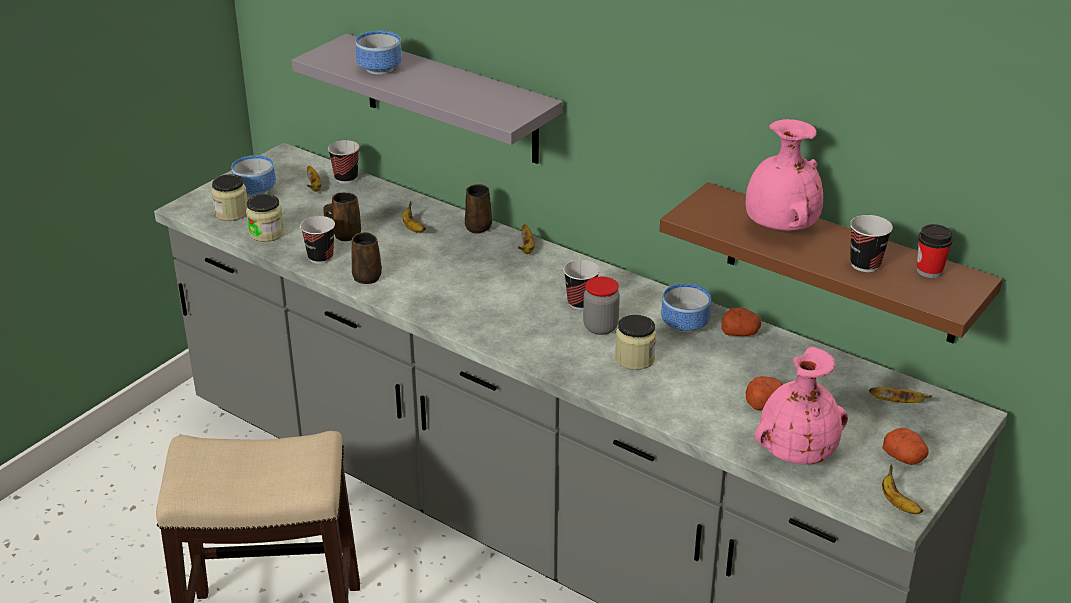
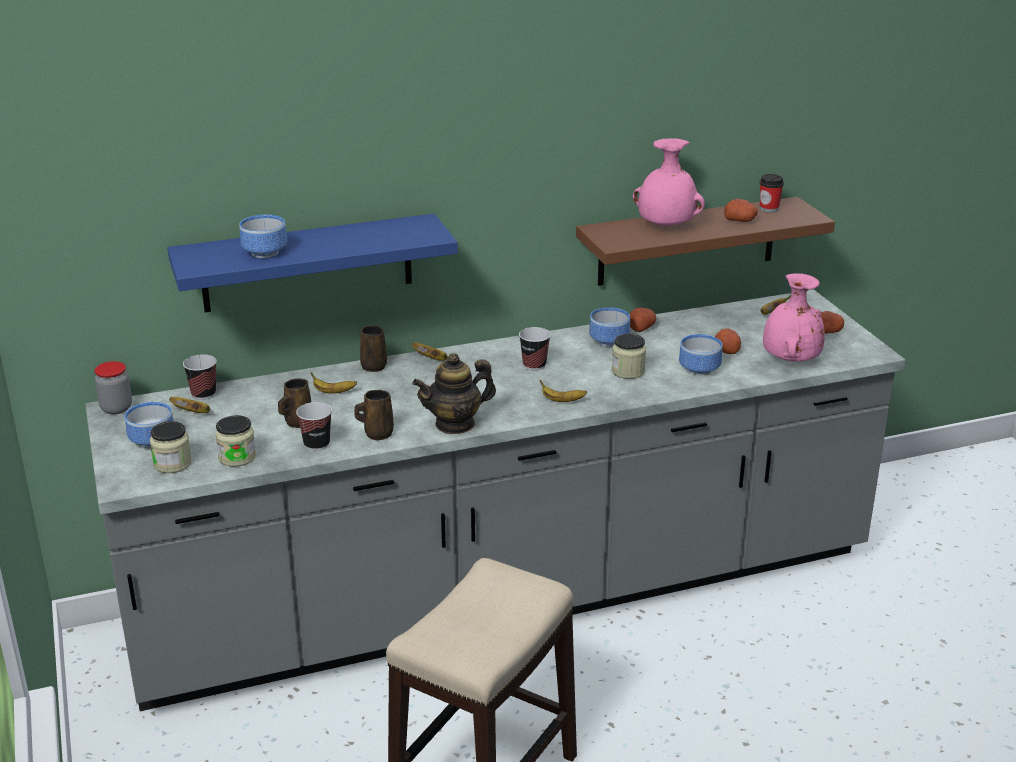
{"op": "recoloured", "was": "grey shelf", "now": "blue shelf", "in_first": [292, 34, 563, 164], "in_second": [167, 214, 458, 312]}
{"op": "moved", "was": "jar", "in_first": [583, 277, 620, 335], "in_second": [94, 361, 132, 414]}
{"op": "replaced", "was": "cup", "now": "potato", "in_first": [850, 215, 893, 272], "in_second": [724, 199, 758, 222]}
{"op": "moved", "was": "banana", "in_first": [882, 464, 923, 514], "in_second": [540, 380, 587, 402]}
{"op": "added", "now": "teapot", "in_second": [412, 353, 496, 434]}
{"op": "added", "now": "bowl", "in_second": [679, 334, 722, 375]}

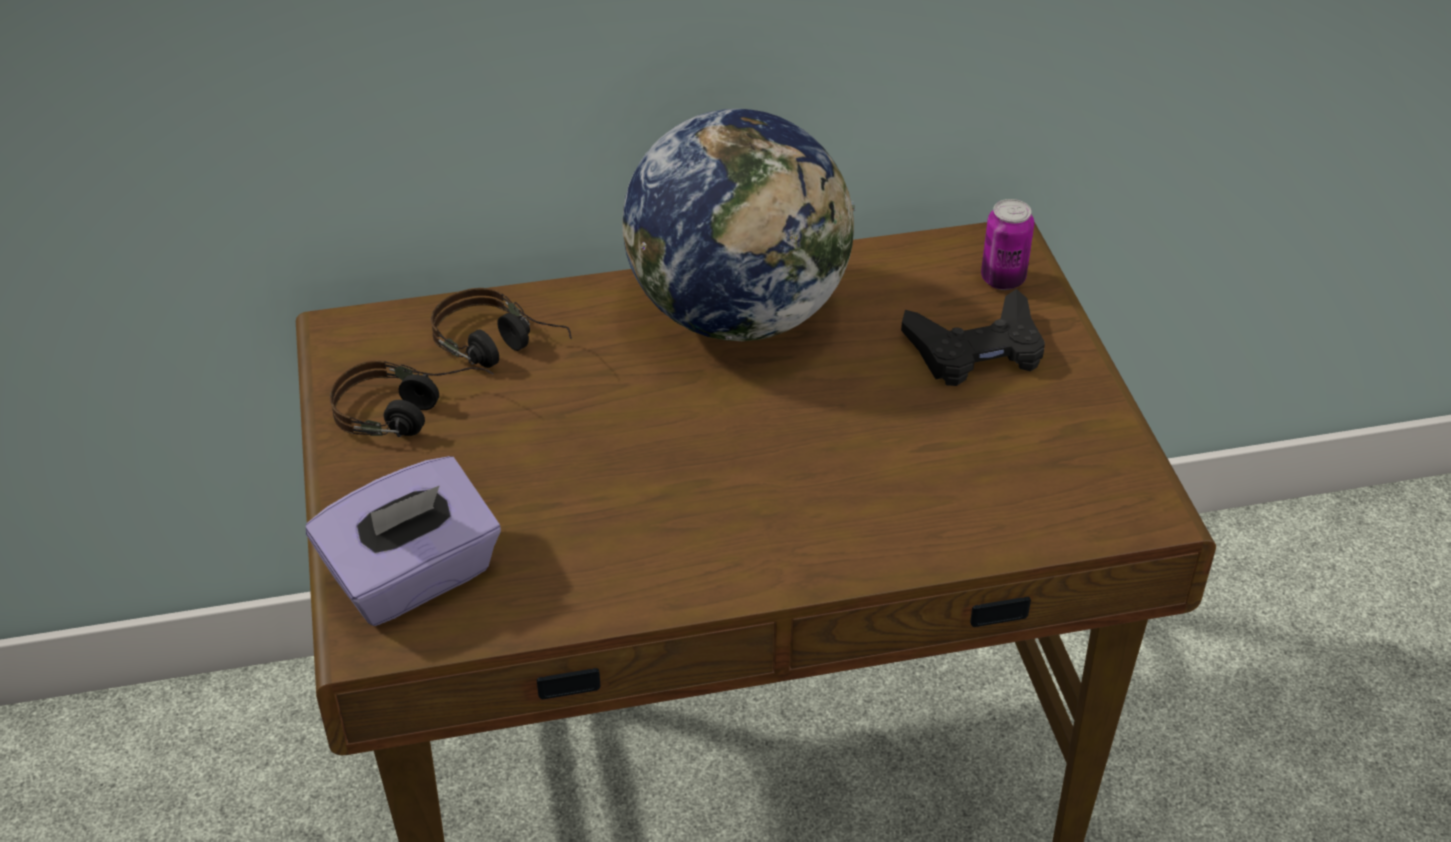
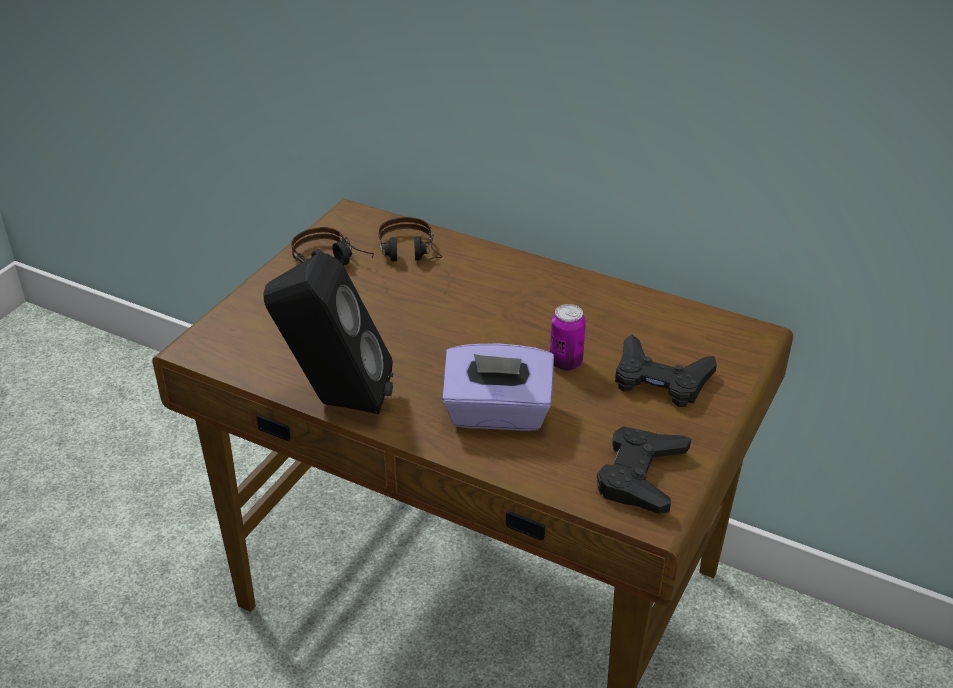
{"op": "moved", "was": "purple tissue box", "in_first": [306, 456, 501, 626], "in_second": [442, 344, 554, 431]}
{"op": "removed", "was": "globe", "in_first": [622, 109, 855, 341]}
{"op": "moved", "was": "can", "in_first": [981, 199, 1034, 290], "in_second": [550, 304, 586, 371]}
{"op": "added", "now": "black speaker", "in_second": [264, 252, 393, 414]}
{"op": "added", "now": "black game controller", "in_second": [596, 426, 691, 514]}

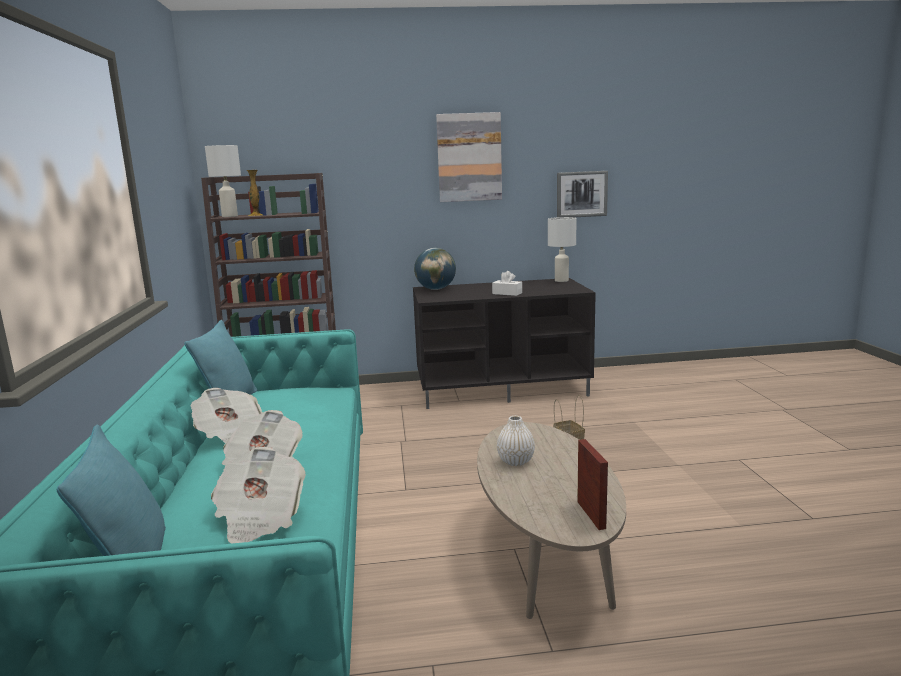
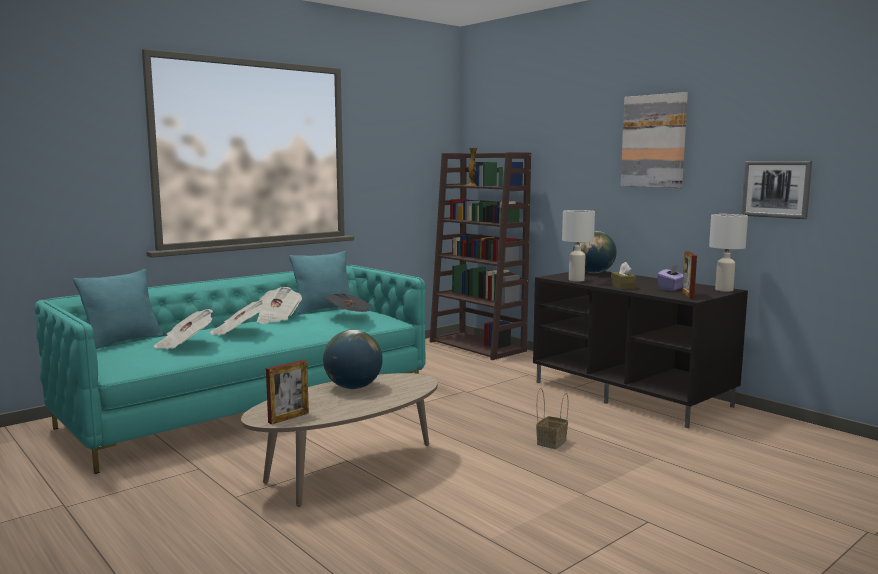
{"op": "moved", "was": "white table lamp", "in_first": [205, 145, 241, 217], "in_second": [562, 210, 595, 282]}
{"op": "recoloured", "was": "white tissue box", "now": "brown tissue box", "in_first": [492, 271, 522, 296], "in_second": [611, 262, 636, 289]}
{"op": "replaced", "was": "white vase", "now": "globe", "in_first": [497, 416, 535, 466], "in_second": [323, 330, 383, 389]}
{"op": "added", "now": "newspaper", "in_second": [325, 293, 371, 312]}
{"op": "added", "now": "purple tissue box", "in_second": [657, 265, 683, 291]}
{"op": "added", "now": "picture frame", "in_second": [682, 251, 697, 299]}

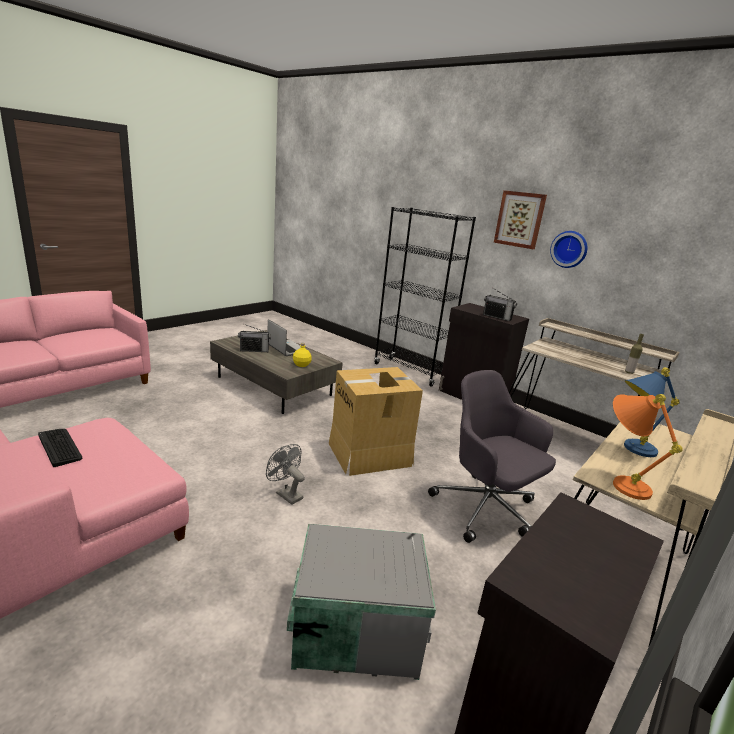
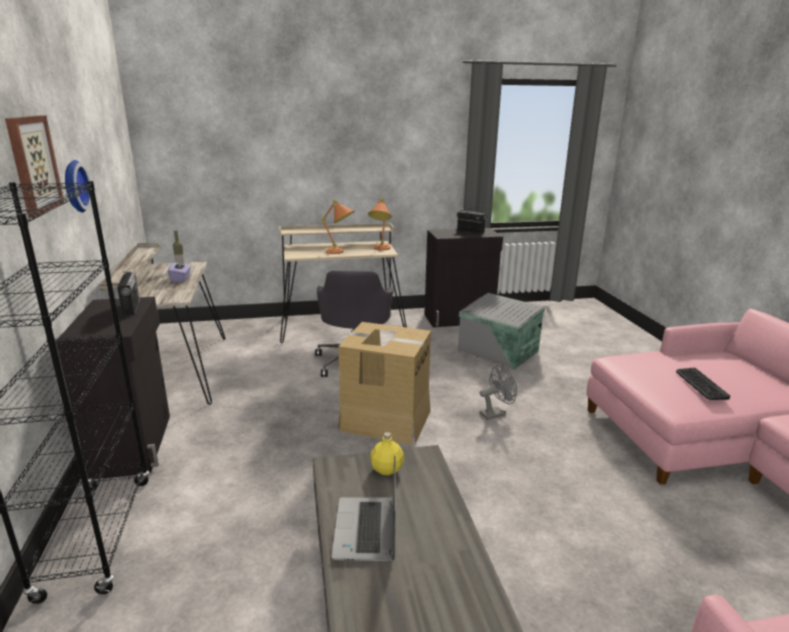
{"op": "moved", "was": "radio", "in_first": [238, 324, 271, 352], "in_second": [457, 205, 487, 233]}
{"op": "turned", "was": "grey fan", "in_first": [266, 444, 305, 505], "in_second": [480, 366, 517, 420], "clockwise": -105}
{"op": "recoloured", "was": "blue table lamp", "now": "orange table lamp", "in_first": [624, 367, 680, 457], "in_second": [321, 200, 354, 254]}
{"op": "added", "now": "purple tissue box", "in_second": [168, 259, 191, 282]}

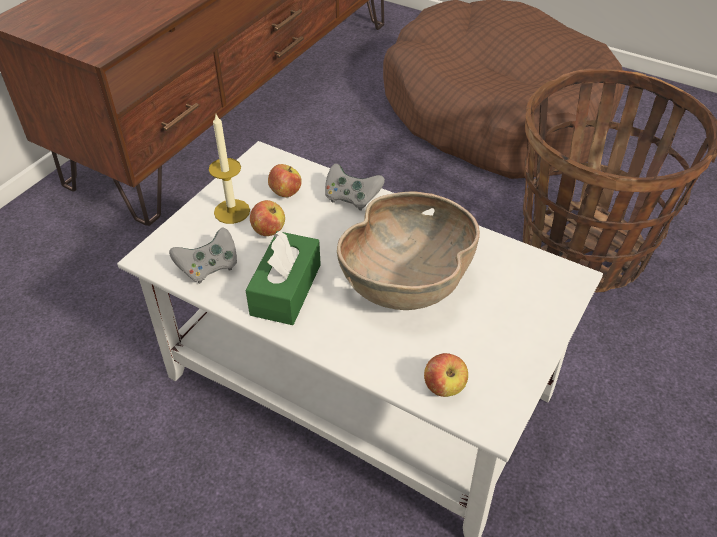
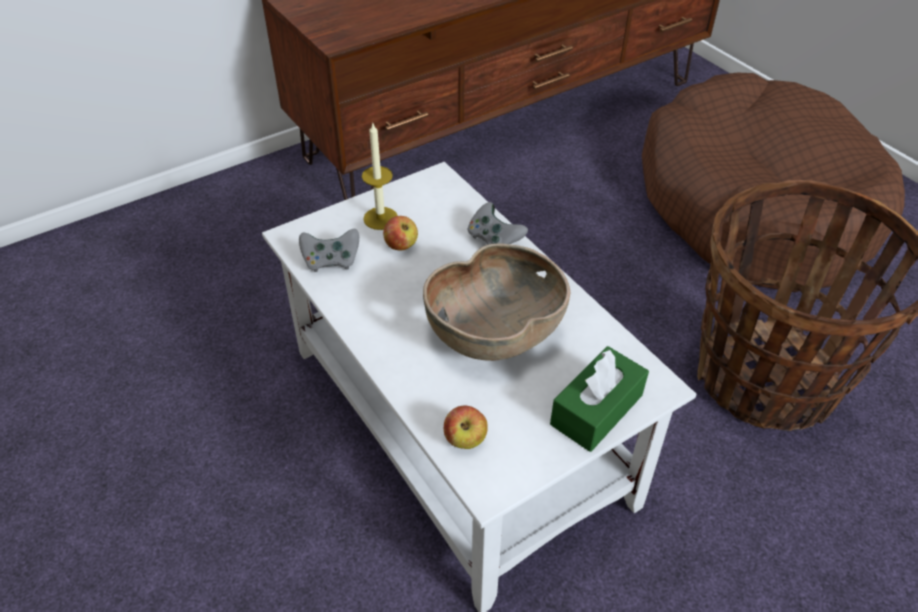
{"op": "moved", "was": "green tissue box", "in_first": [246, 231, 321, 325], "in_second": [550, 346, 649, 452]}
{"op": "removed", "was": "apple", "in_first": [268, 164, 302, 197]}

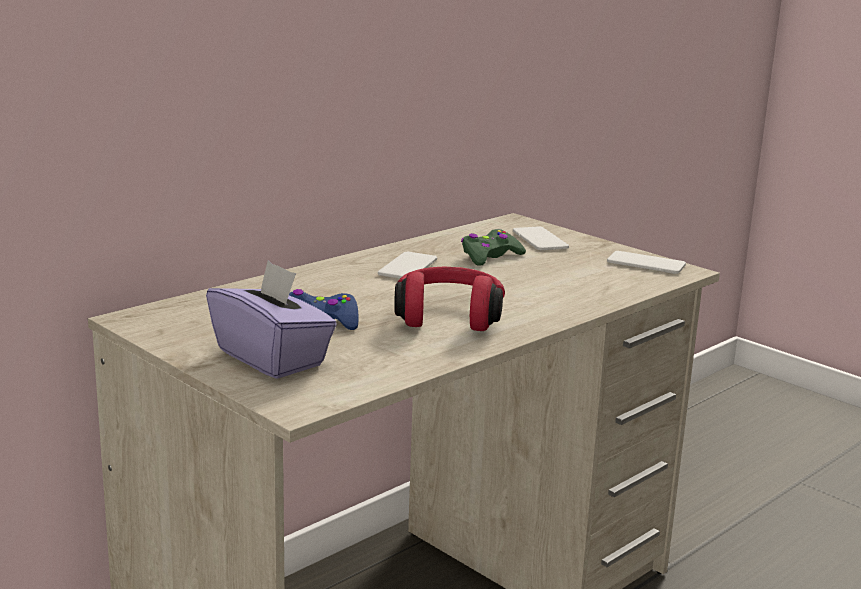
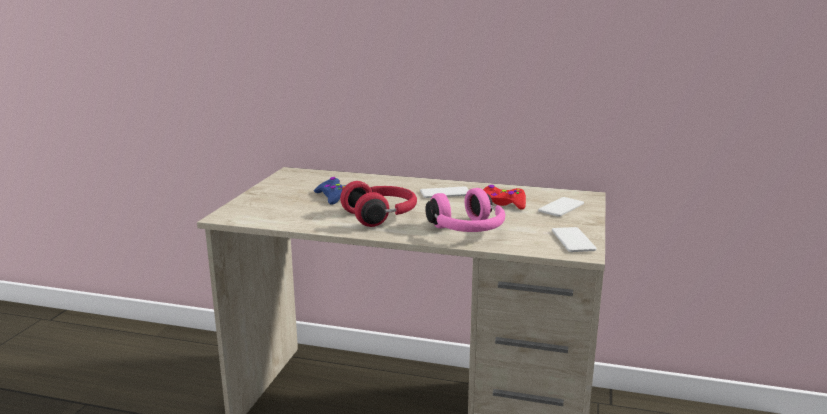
{"op": "removed", "was": "purple tissue box", "in_first": [206, 260, 337, 379]}
{"op": "recoloured", "was": "green game controller", "now": "red game controller", "in_first": [461, 229, 526, 266], "in_second": [483, 185, 526, 209]}
{"op": "added", "now": "pink headphones", "in_second": [425, 188, 505, 232]}

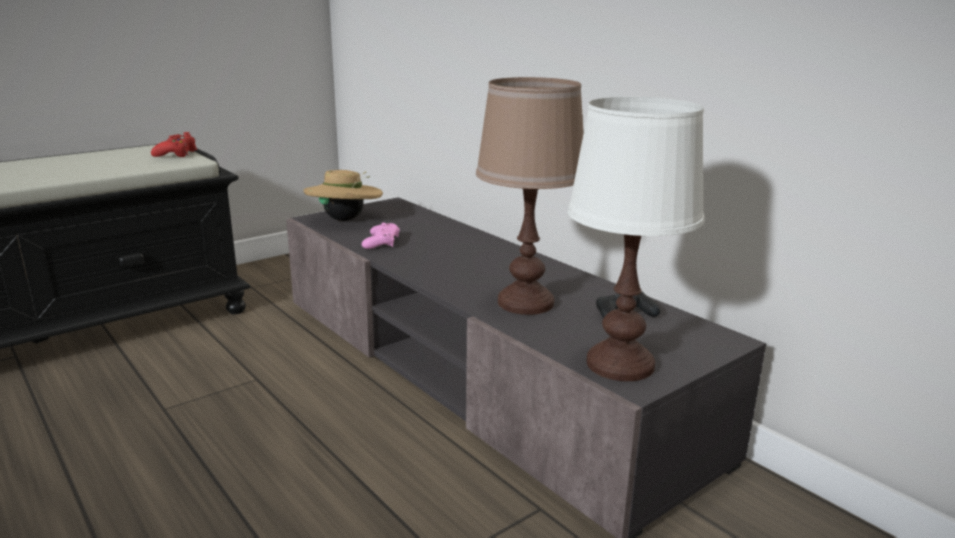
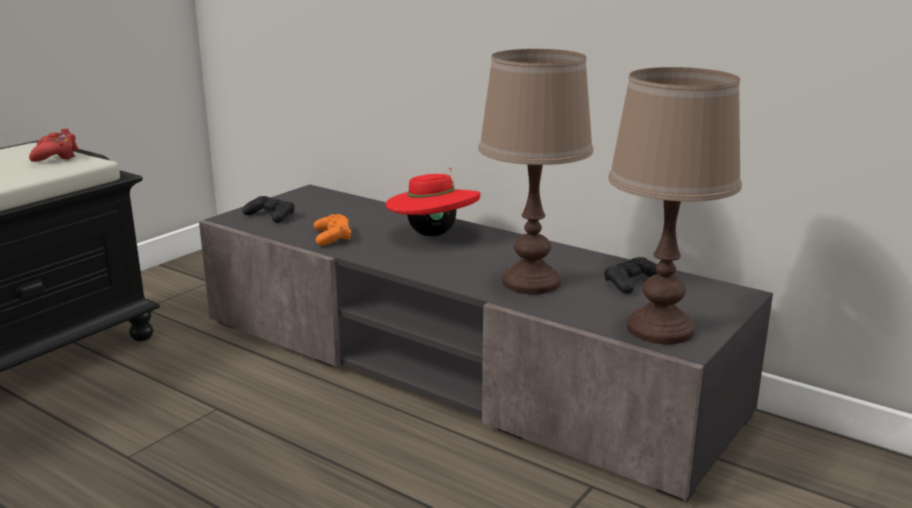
{"op": "replaced", "was": "beige hat", "now": "black game controller", "in_first": [303, 170, 383, 221], "in_second": [242, 196, 295, 223]}
{"op": "recoloured", "was": "pink game controller", "now": "orange game controller", "in_first": [362, 223, 400, 249], "in_second": [314, 214, 351, 245]}
{"op": "recoloured", "was": "white table lamp", "now": "brown table lamp", "in_first": [567, 97, 704, 381], "in_second": [608, 67, 742, 345]}
{"op": "added", "now": "red hat", "in_second": [386, 168, 480, 236]}

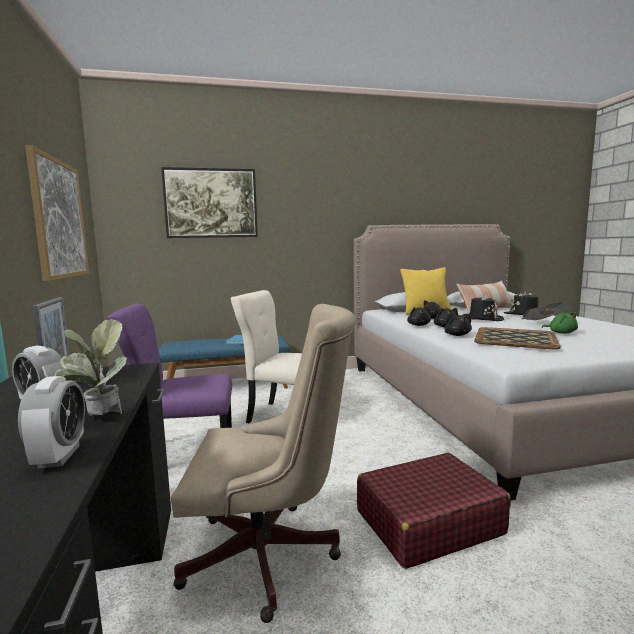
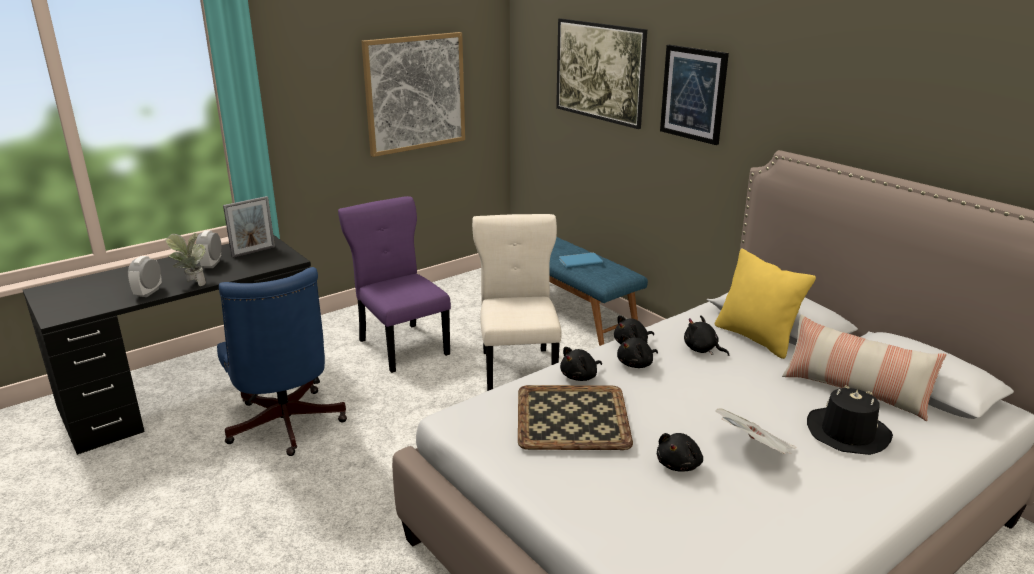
{"op": "turned", "was": "alarm clock", "in_first": [18, 376, 85, 468], "in_second": [128, 256, 162, 297], "clockwise": 135}
{"op": "recoloured", "was": "beige office chair", "now": "blue office chair", "in_first": [171, 304, 356, 623], "in_second": [217, 267, 347, 456]}
{"op": "removed", "was": "red suitcase", "in_first": [357, 453, 511, 569]}
{"op": "removed", "was": "black hat", "in_first": [461, 295, 504, 321]}
{"op": "recoloured", "was": "green plush toy", "now": "black plush toy", "in_first": [542, 312, 578, 334], "in_second": [657, 433, 703, 472]}
{"op": "added", "now": "picture", "in_second": [660, 45, 729, 145]}

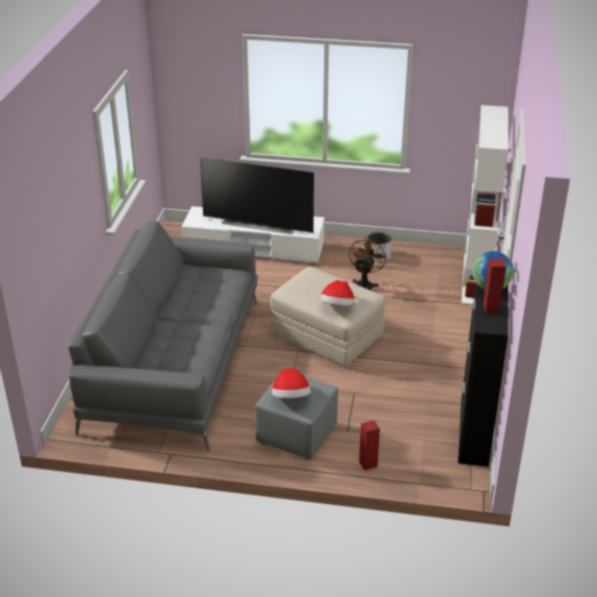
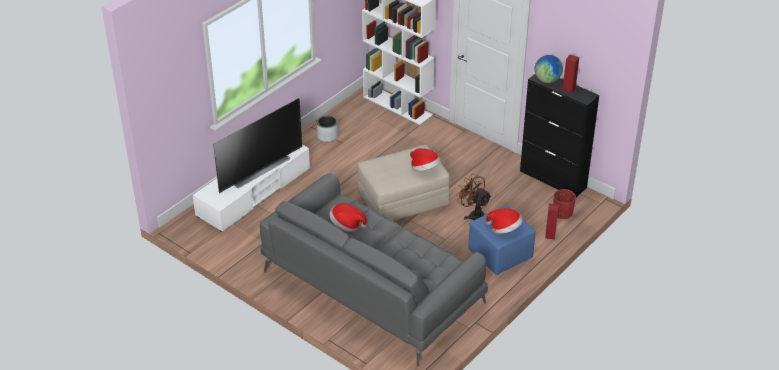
{"op": "recoloured", "was": "grey ottoman", "now": "blue ottoman", "in_first": [255, 376, 338, 460], "in_second": [468, 205, 536, 275]}
{"op": "moved", "was": "brown fan", "in_first": [349, 236, 388, 290], "in_second": [456, 173, 491, 220]}
{"op": "added", "now": "hat", "in_second": [329, 203, 367, 232]}
{"op": "added", "now": "red planter", "in_second": [553, 189, 576, 219]}

